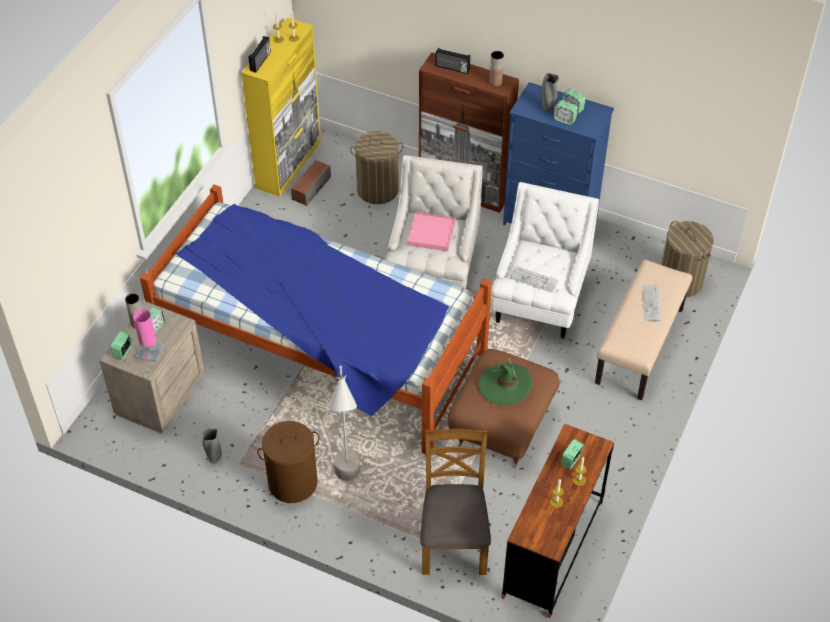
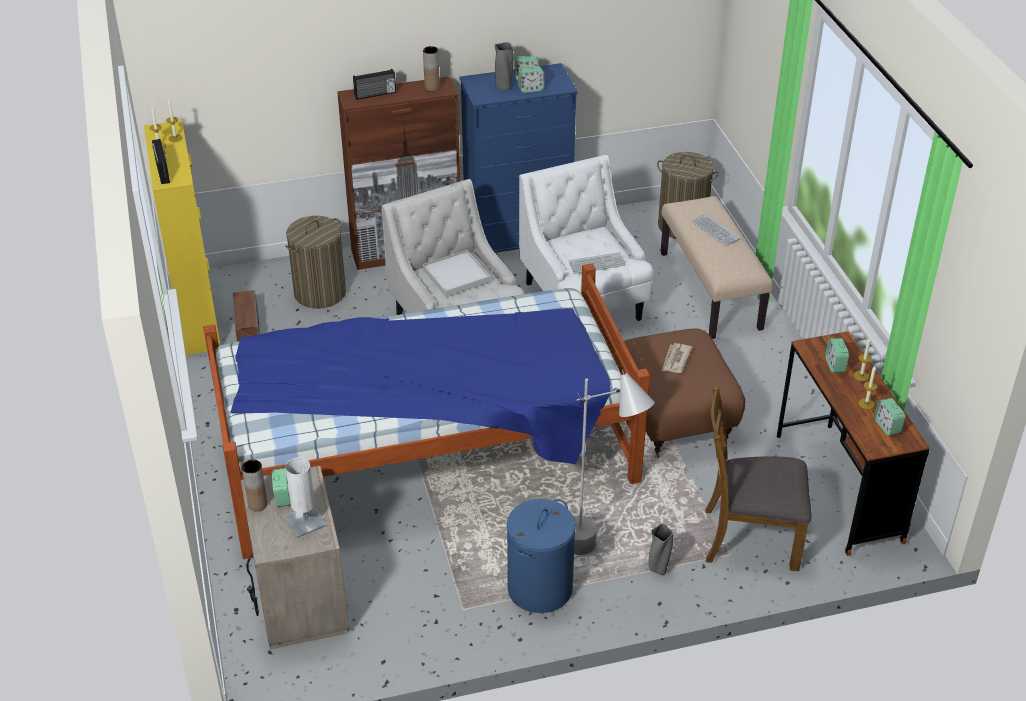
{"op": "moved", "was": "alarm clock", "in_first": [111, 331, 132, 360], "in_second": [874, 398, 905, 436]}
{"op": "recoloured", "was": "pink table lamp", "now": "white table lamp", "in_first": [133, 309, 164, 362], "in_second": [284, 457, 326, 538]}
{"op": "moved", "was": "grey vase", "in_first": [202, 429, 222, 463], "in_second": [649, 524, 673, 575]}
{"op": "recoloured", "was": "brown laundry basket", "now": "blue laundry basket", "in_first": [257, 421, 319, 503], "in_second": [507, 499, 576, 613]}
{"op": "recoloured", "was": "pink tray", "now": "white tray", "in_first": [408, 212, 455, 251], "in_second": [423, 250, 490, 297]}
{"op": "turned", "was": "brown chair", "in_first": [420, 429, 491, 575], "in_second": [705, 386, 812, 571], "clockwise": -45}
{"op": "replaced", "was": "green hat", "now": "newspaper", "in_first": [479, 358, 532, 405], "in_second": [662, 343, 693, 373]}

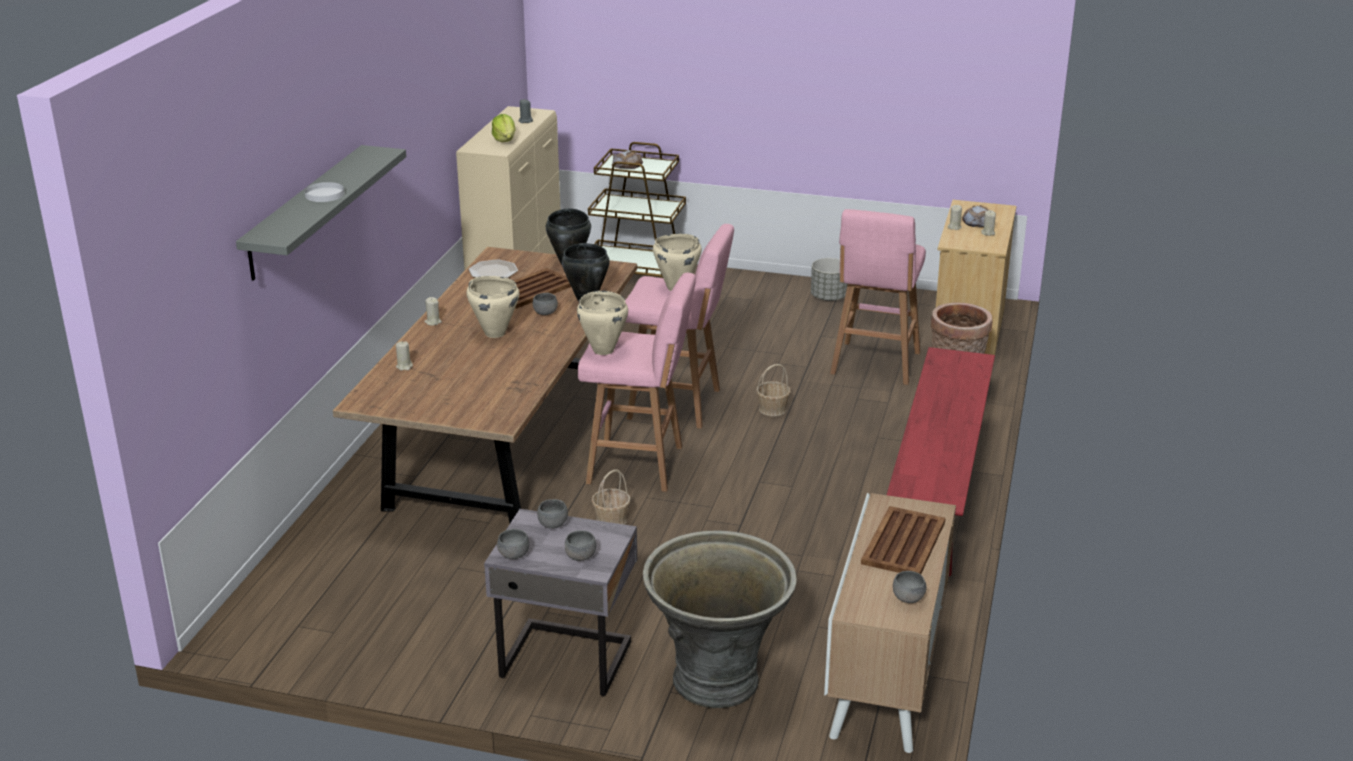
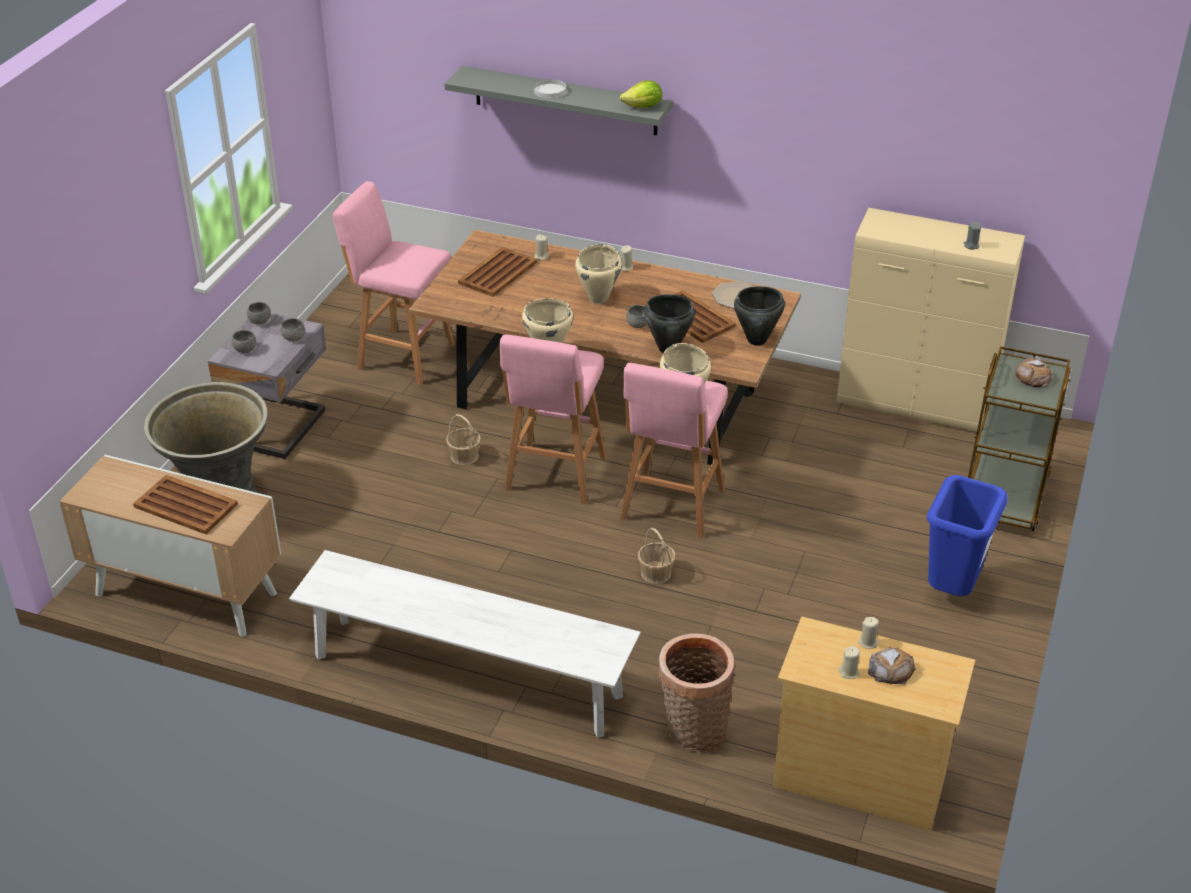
{"op": "moved", "was": "lettuce", "in_first": [492, 114, 516, 142], "in_second": [620, 81, 662, 108]}
{"op": "removed", "was": "grey planter", "in_first": [811, 258, 848, 301]}
{"op": "moved", "was": "pink stool", "in_first": [830, 209, 926, 385], "in_second": [332, 181, 455, 385]}
{"op": "recoloured", "was": "red bench", "now": "white bench", "in_first": [887, 347, 995, 576], "in_second": [289, 550, 641, 738]}
{"op": "removed", "was": "grey bowl", "in_first": [893, 571, 926, 603]}
{"op": "added", "now": "brown tray", "in_second": [458, 247, 537, 297]}
{"op": "added", "now": "blue trash can", "in_second": [926, 475, 1008, 596]}

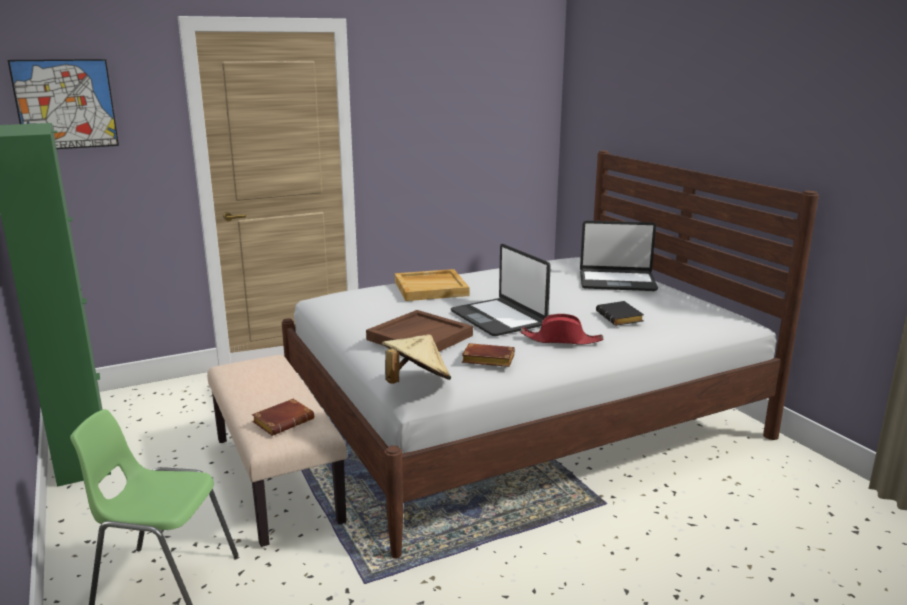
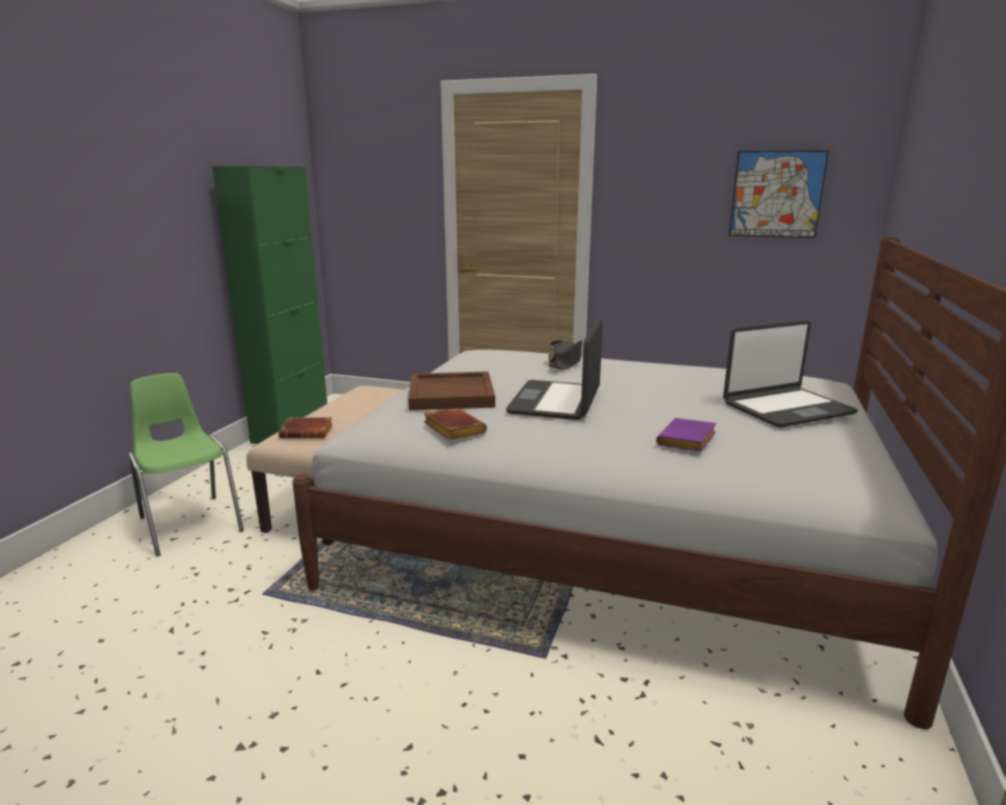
{"op": "moved", "was": "picture", "in_first": [8, 59, 119, 149], "in_second": [729, 150, 829, 238]}
{"op": "removed", "was": "beige hat", "in_first": [382, 334, 451, 384]}
{"op": "replaced", "was": "beige tray", "now": "black hat", "in_first": [395, 269, 470, 301], "in_second": [548, 340, 582, 369]}
{"op": "removed", "was": "red hat", "in_first": [521, 314, 603, 345]}
{"op": "turned", "was": "laptop", "in_first": [580, 220, 658, 291], "in_second": [723, 320, 858, 427], "clockwise": -75}
{"op": "recoloured", "was": "black book", "now": "purple book", "in_first": [596, 301, 644, 326], "in_second": [656, 418, 716, 452]}

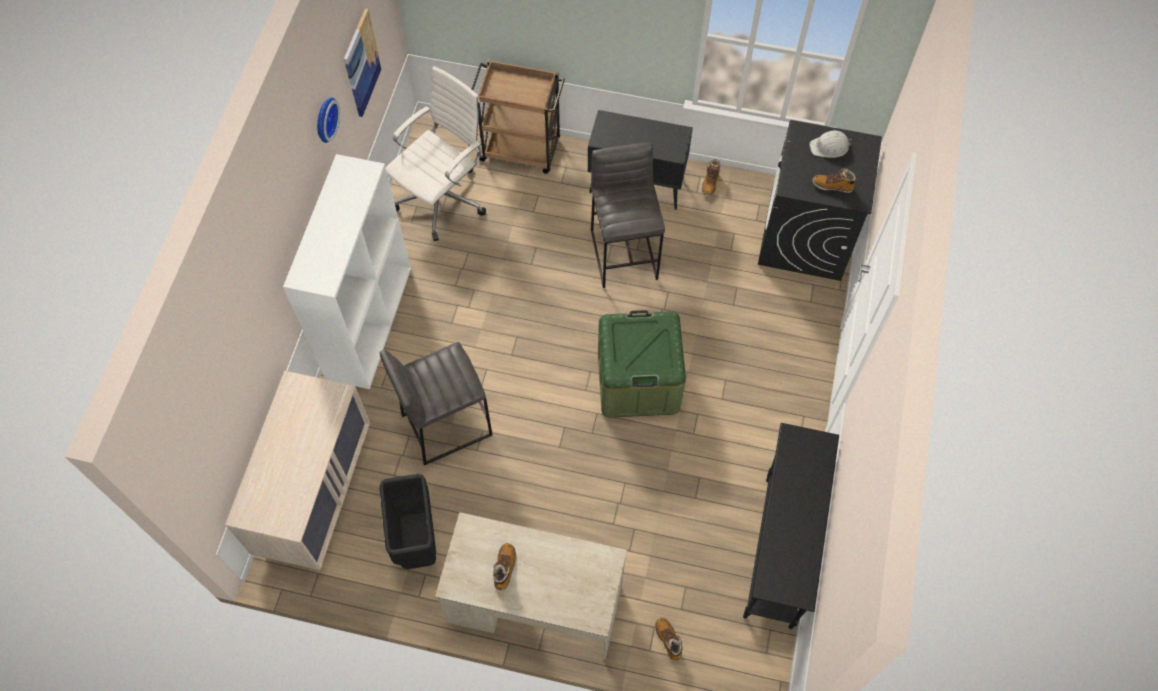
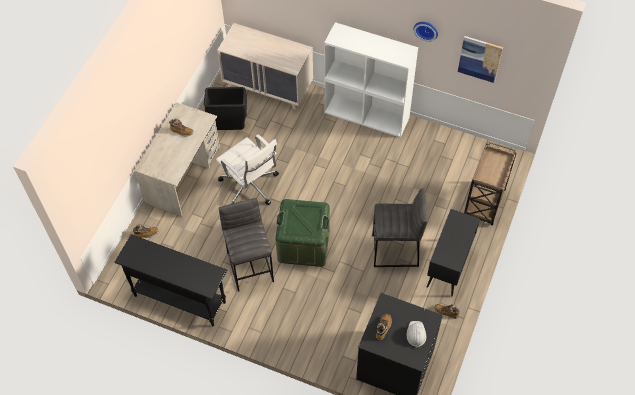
{"op": "moved", "was": "grey stool", "in_first": [380, 342, 492, 465], "in_second": [219, 198, 274, 292]}
{"op": "moved", "was": "white office chair", "in_first": [386, 66, 486, 241], "in_second": [216, 135, 279, 205]}

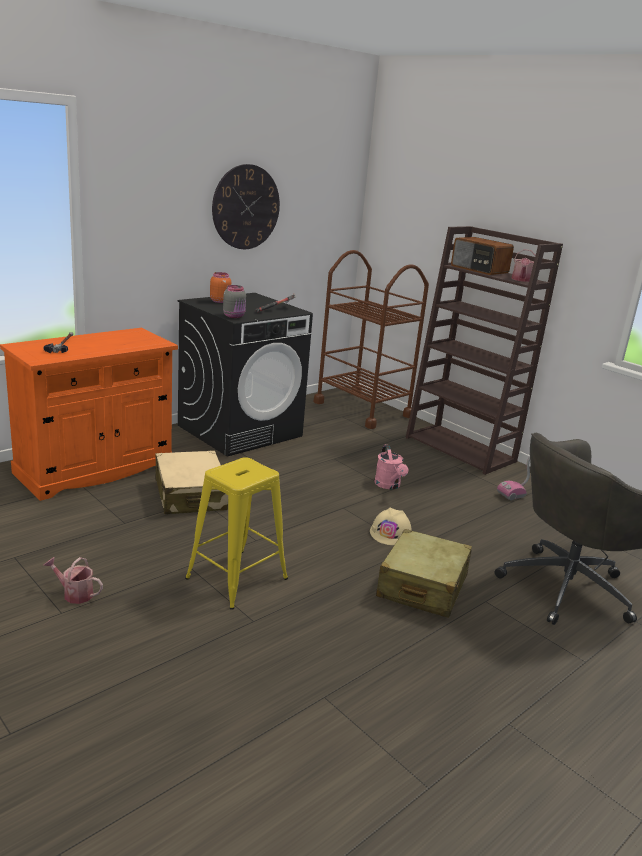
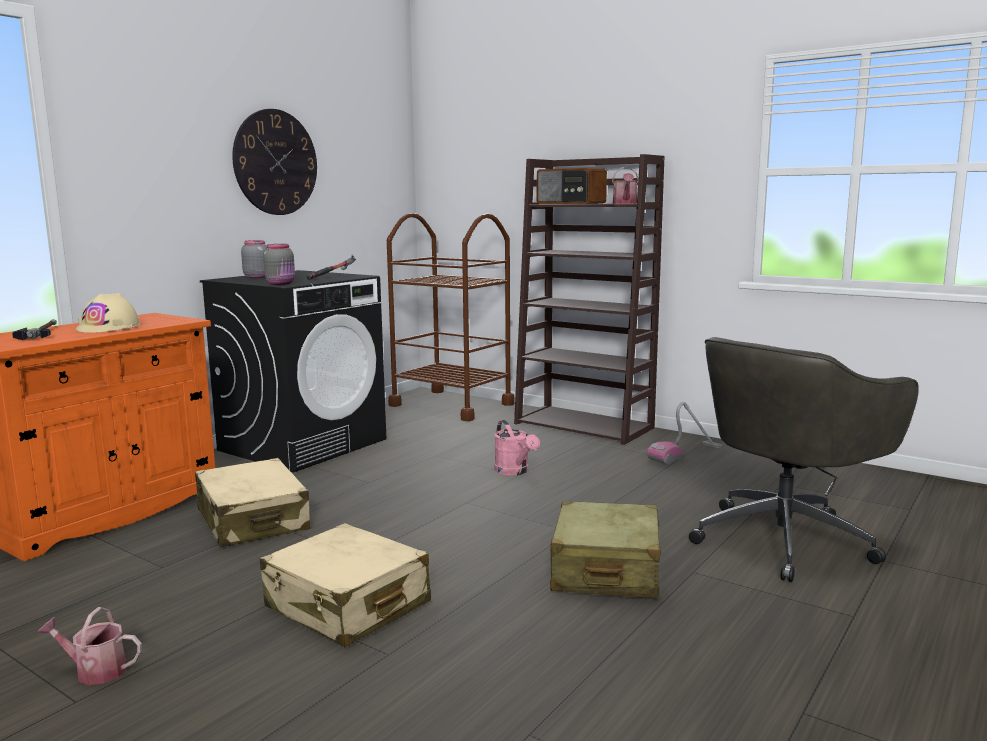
{"op": "replaced", "was": "yellow stool", "now": "beige suitcase", "in_first": [185, 457, 288, 610], "in_second": [260, 523, 431, 647]}
{"op": "recoloured", "was": "orange jar", "now": "grey jar", "in_first": [210, 272, 231, 303], "in_second": [241, 240, 267, 278]}
{"op": "moved", "was": "beige hard hat", "in_first": [370, 507, 412, 545], "in_second": [76, 293, 140, 333]}

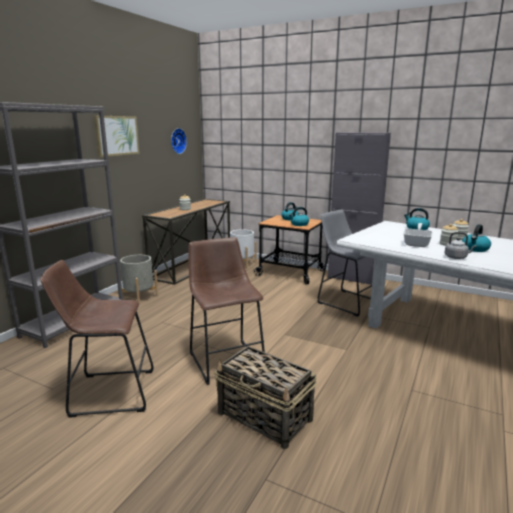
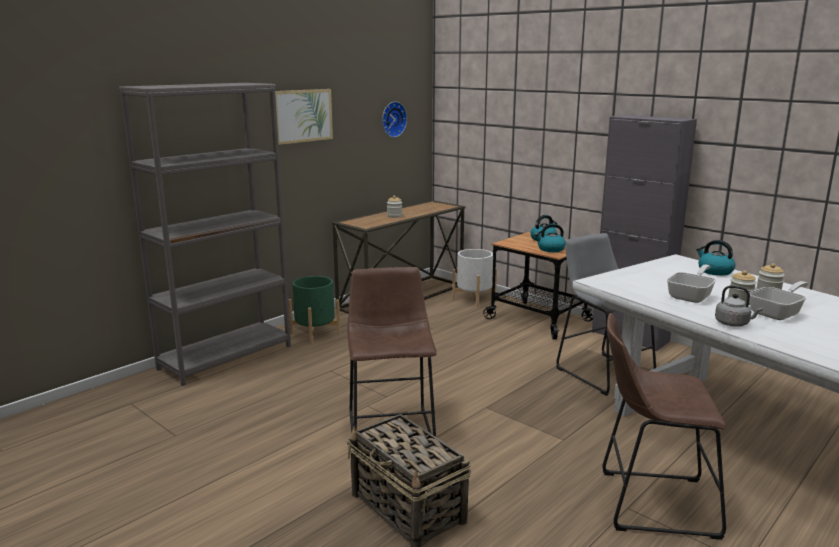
{"op": "moved", "was": "brown stool", "in_first": [40, 260, 154, 418], "in_second": [602, 313, 726, 540]}
{"op": "recoloured", "was": "grey planter", "now": "green planter", "in_first": [120, 255, 158, 305], "in_second": [288, 276, 341, 344]}
{"op": "replaced", "was": "kettle", "now": "frying pan", "in_first": [462, 224, 491, 252], "in_second": [749, 281, 808, 320]}

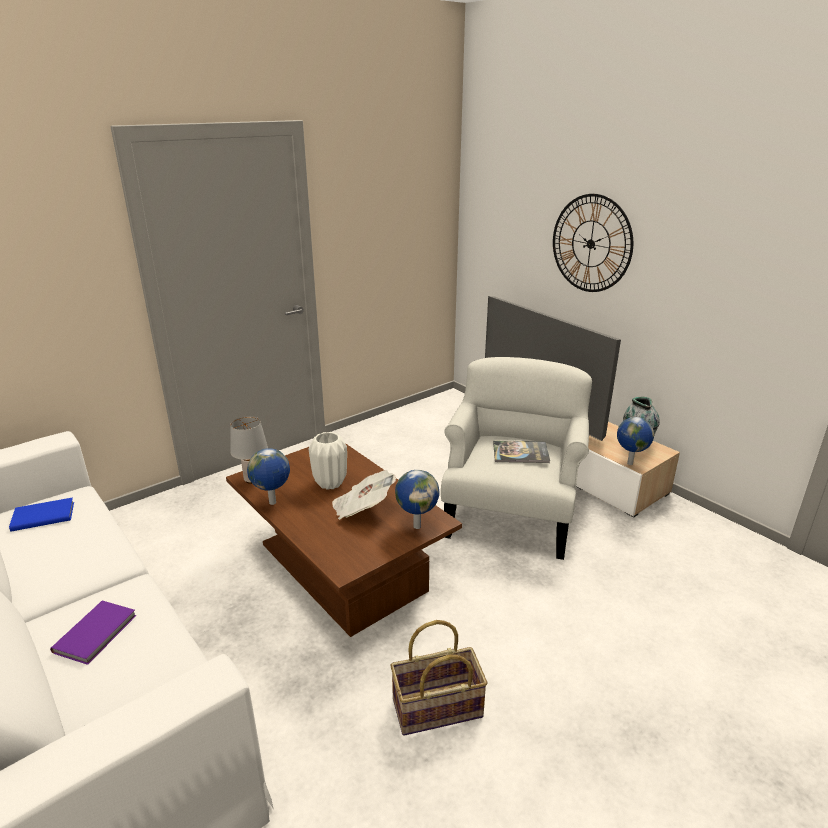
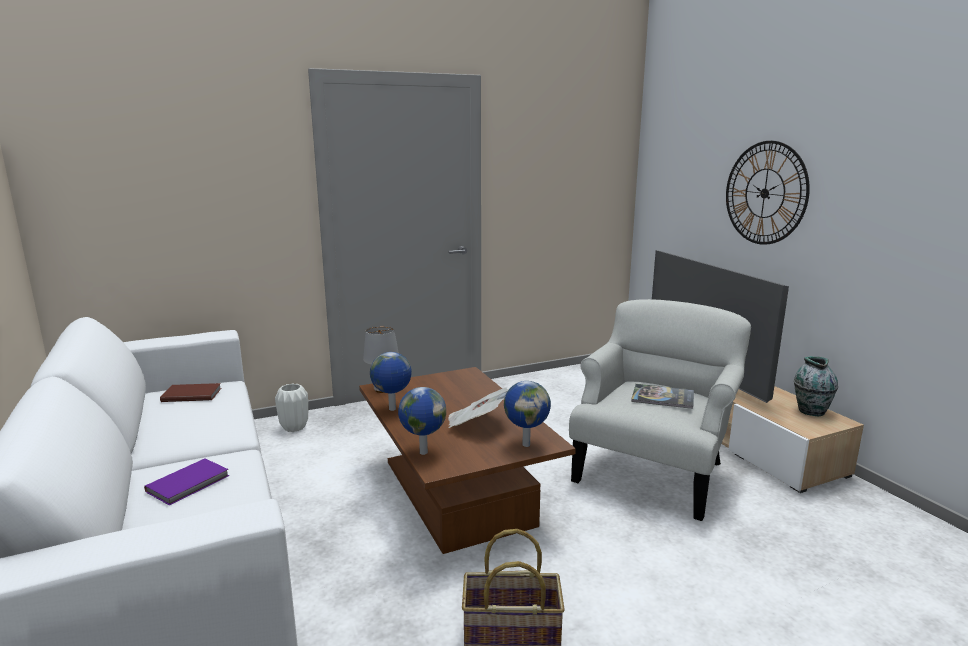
{"op": "recoloured", "was": "blue book", "now": "brown book", "in_first": [9, 497, 74, 532], "in_second": [160, 383, 221, 402]}
{"op": "moved", "was": "white vase", "in_first": [309, 432, 347, 490], "in_second": [275, 384, 308, 432]}
{"op": "moved", "was": "globe", "in_first": [617, 417, 654, 465], "in_second": [398, 387, 446, 455]}

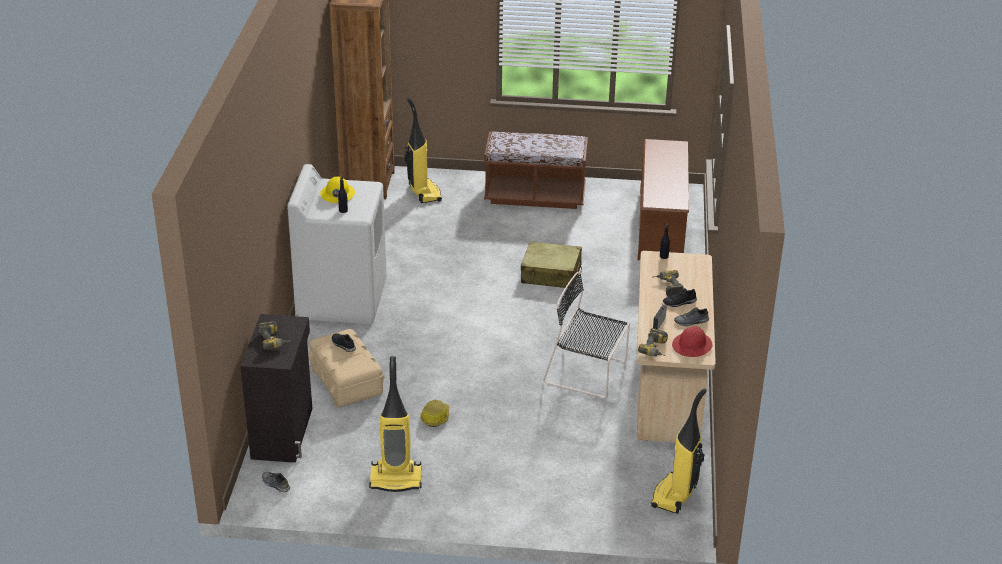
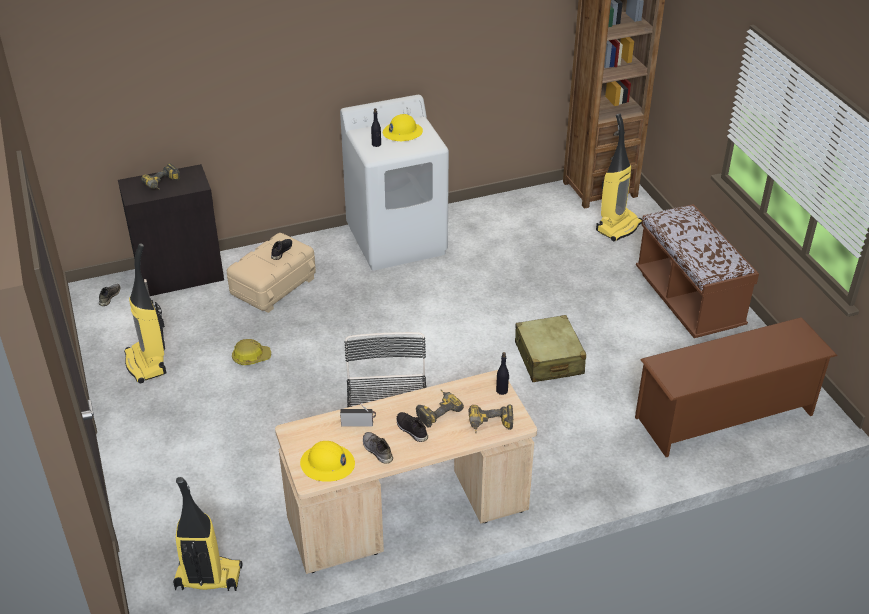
{"op": "moved", "was": "power drill", "in_first": [638, 328, 668, 357], "in_second": [469, 404, 513, 433]}
{"op": "recoloured", "was": "red hard hat", "now": "yellow hard hat", "in_first": [672, 326, 713, 357], "in_second": [300, 441, 355, 482]}

